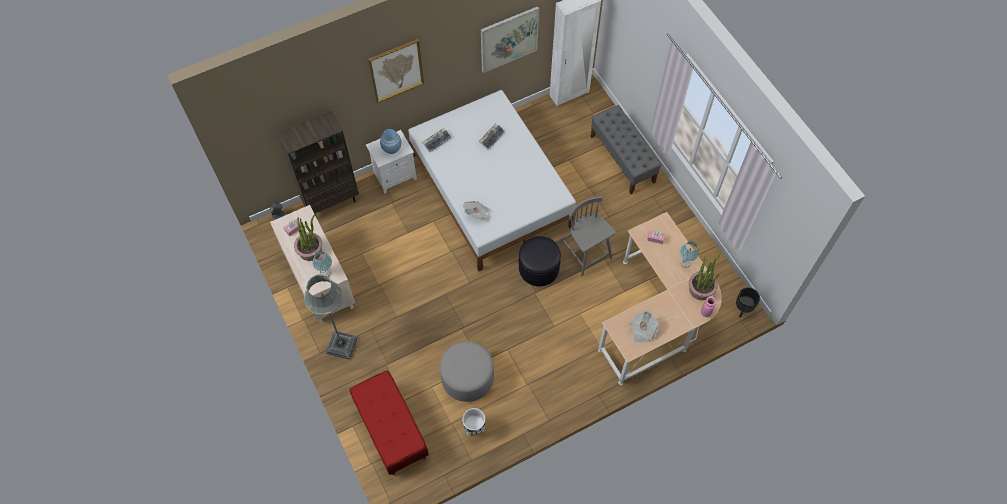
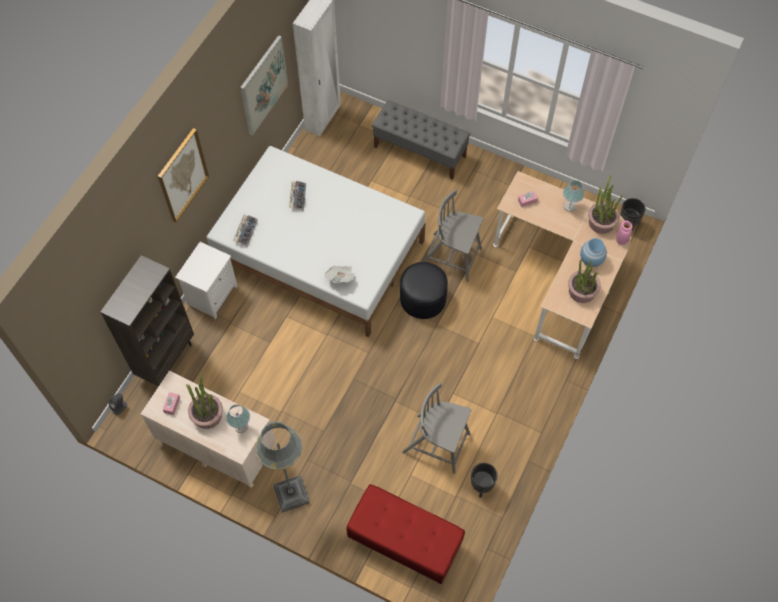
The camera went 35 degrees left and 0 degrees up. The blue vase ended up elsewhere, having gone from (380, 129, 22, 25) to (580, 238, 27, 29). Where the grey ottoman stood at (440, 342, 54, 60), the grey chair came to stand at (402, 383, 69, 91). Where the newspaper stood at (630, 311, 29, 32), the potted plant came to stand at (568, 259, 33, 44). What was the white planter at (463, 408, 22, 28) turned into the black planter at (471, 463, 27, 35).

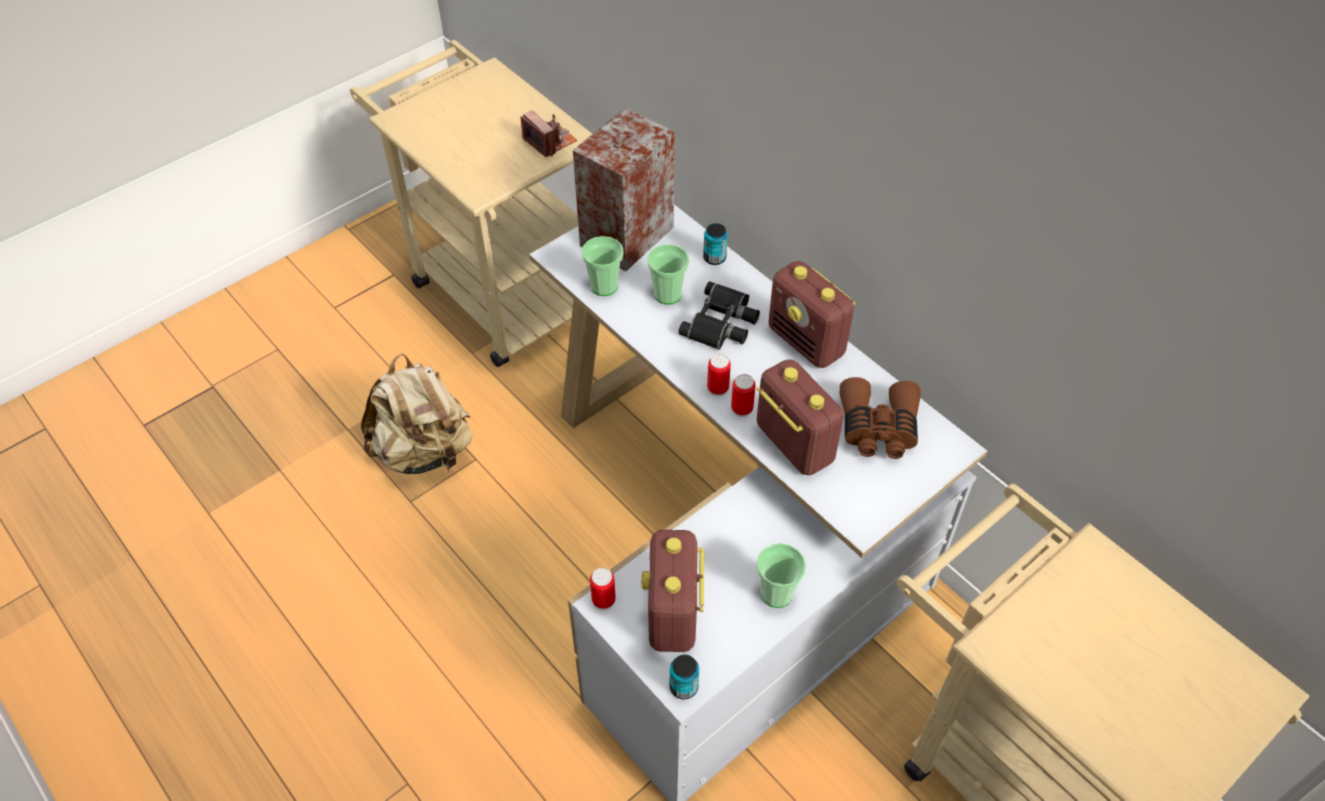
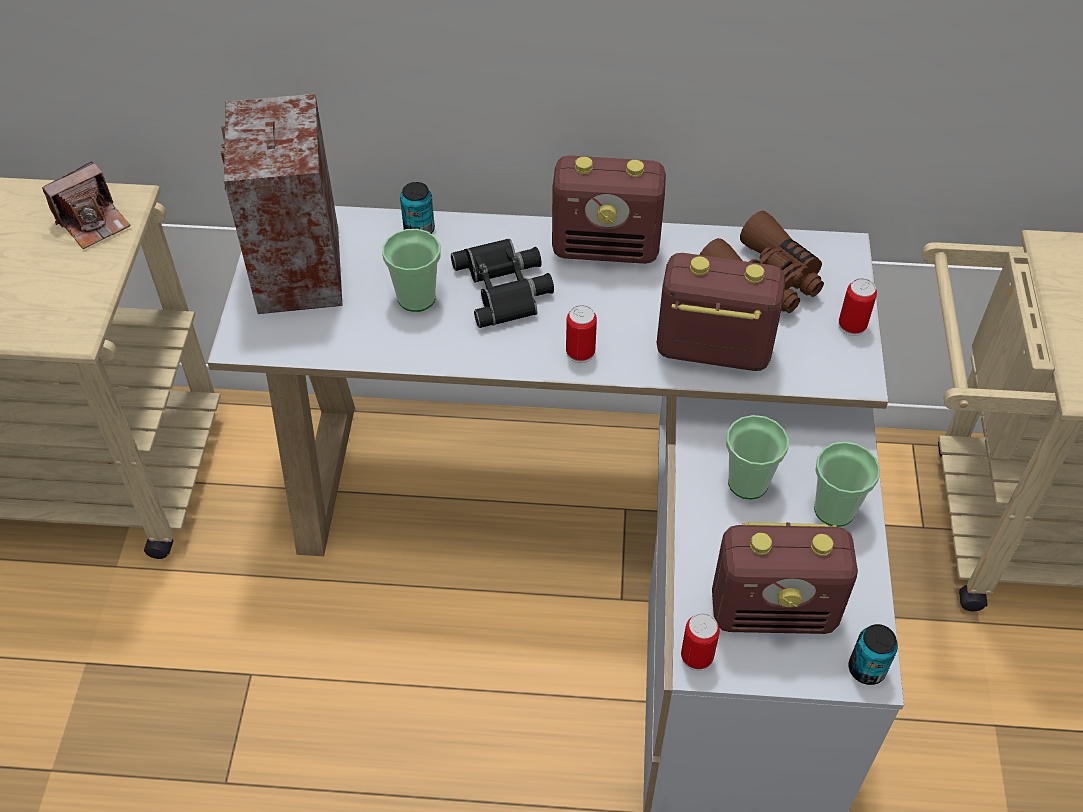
The camera went 45 degrees left and 0 degrees up. The second view lost the beige backpack at (361, 353, 111, 121). The cup ended up elsewhere, having gone from (581, 236, 42, 60) to (726, 415, 63, 84). The can ended up elsewhere, having gone from (731, 374, 25, 43) to (839, 278, 38, 58). The photo camera at (521, 110, 56, 47) ended up facing another way, 135 degrees clockwise from before. The radio at (641, 530, 63, 122) ended up facing another way, 45 degrees counterclockwise from before.

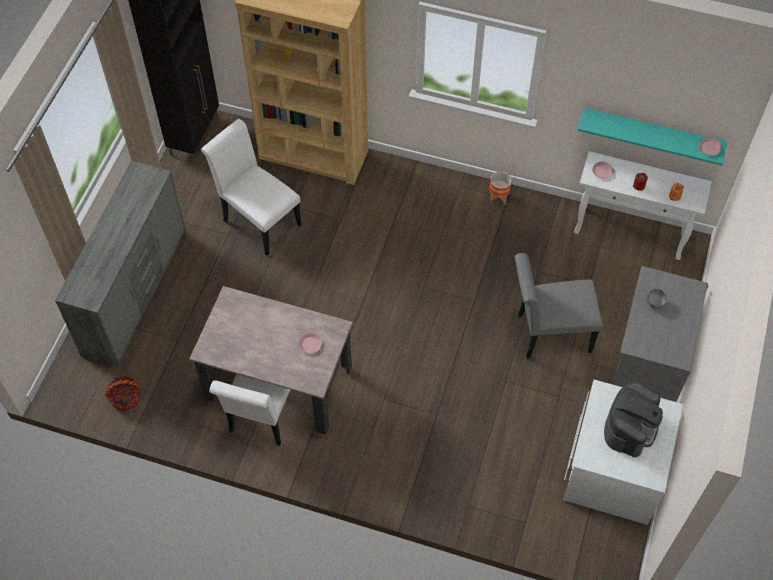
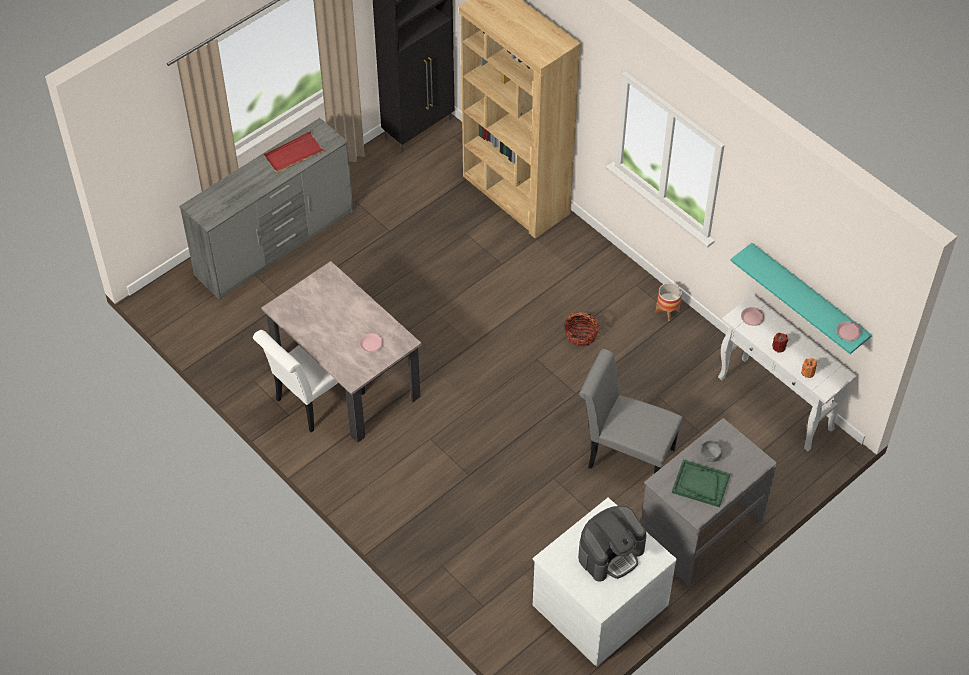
The camera went 30 degrees right and 5 degrees down. The second view lost the white chair at (201, 119, 101, 136). The second view gained the red tray at (264, 131, 61, 42). The second view gained the green tray at (672, 460, 58, 47). The basket ended up elsewhere, having gone from (105, 376, 36, 35) to (565, 312, 35, 34).

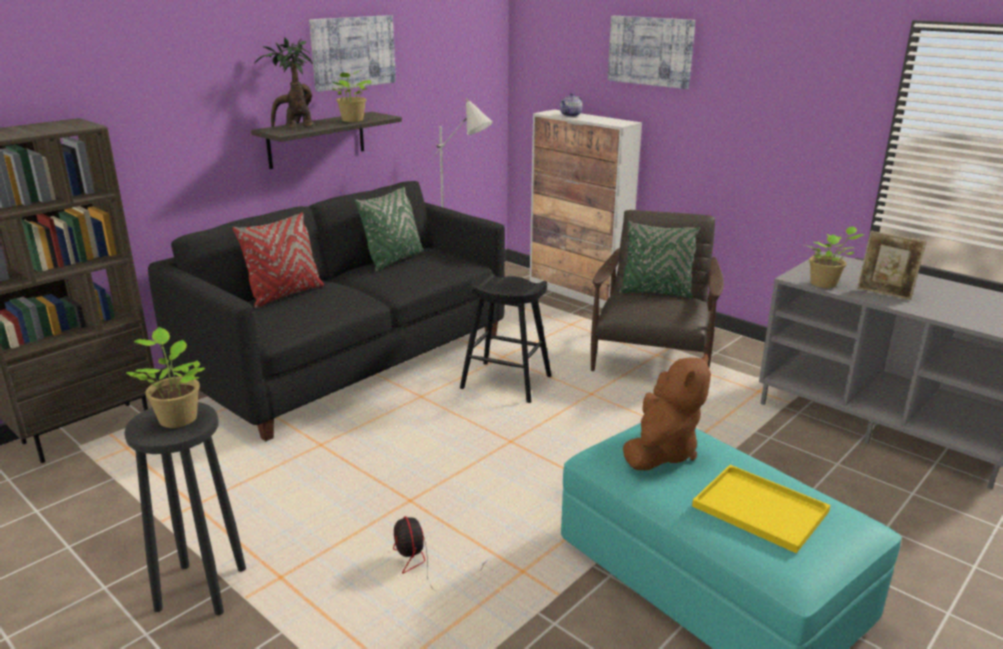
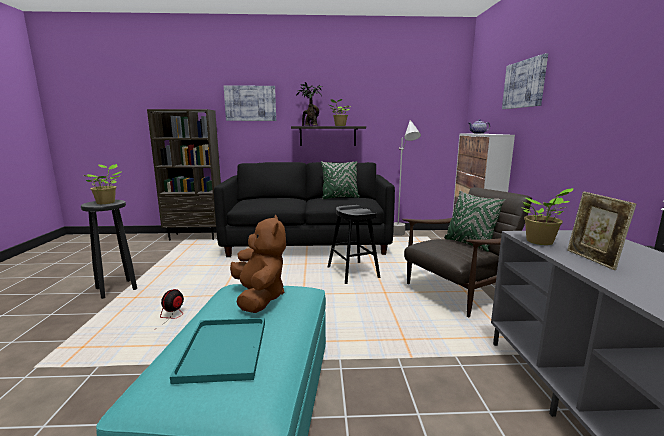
The camera went 45 degrees right and 10 degrees down. The second view lost the red pillow at (233, 212, 91, 96). The picture ended up elsewhere, having gone from (309, 15, 87, 77) to (224, 85, 52, 36). What was the yellow tray at (692, 465, 139, 88) turned into the turquoise tray at (170, 318, 95, 66). The brown plush toy at (623, 354, 88, 116) ended up facing another way, 90 degrees counterclockwise from before.

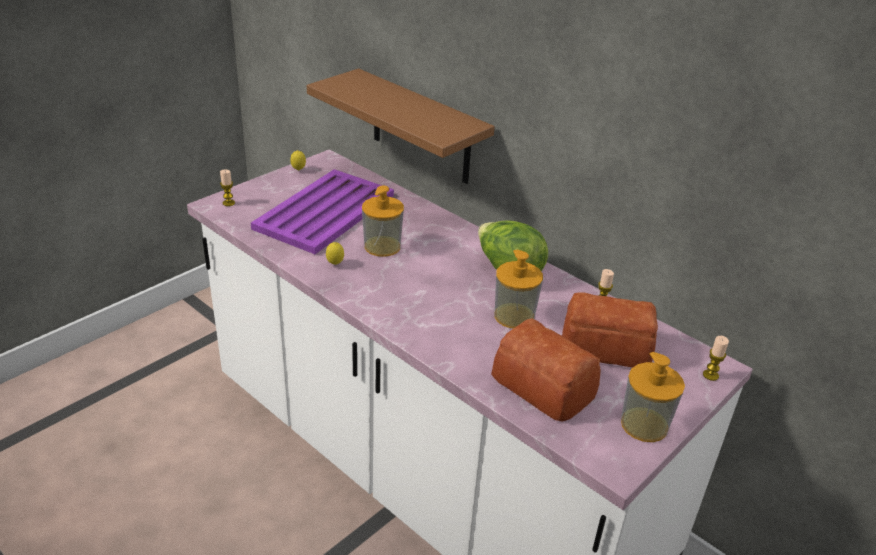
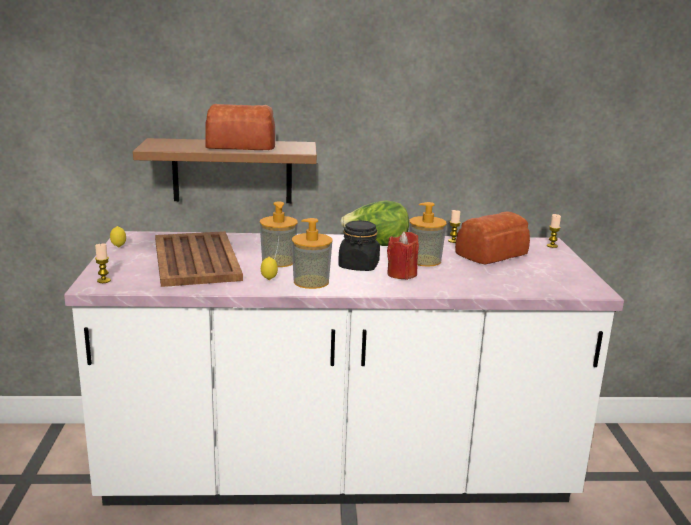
The camera went 45 degrees left and 15 degrees down. The second view gained the black jar at (338, 220, 42, 51). The second view gained the red candle at (387, 231, 32, 49). The bread ended up elsewhere, having gone from (491, 318, 110, 104) to (205, 104, 70, 46). The soap dispenser ended up elsewhere, having gone from (621, 352, 64, 90) to (292, 218, 40, 71). What was the purple tray at (251, 169, 143, 85) turned into the brown tray at (155, 231, 88, 56).

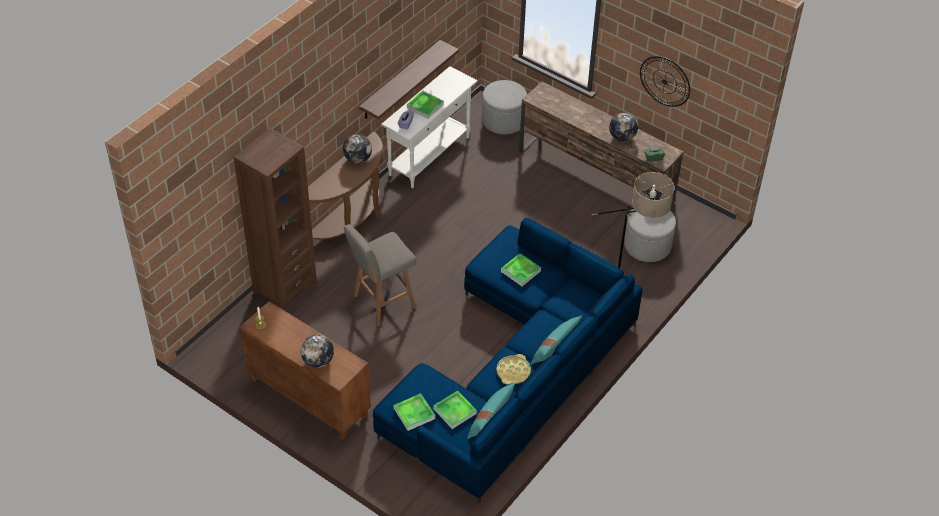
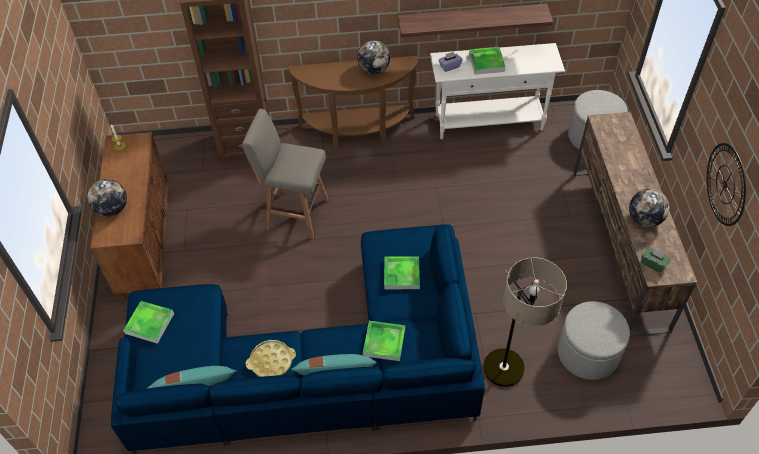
The camera went 50 degrees right and 5 degrees up. The tray ended up elsewhere, having gone from (433, 391, 44, 38) to (363, 321, 42, 40).

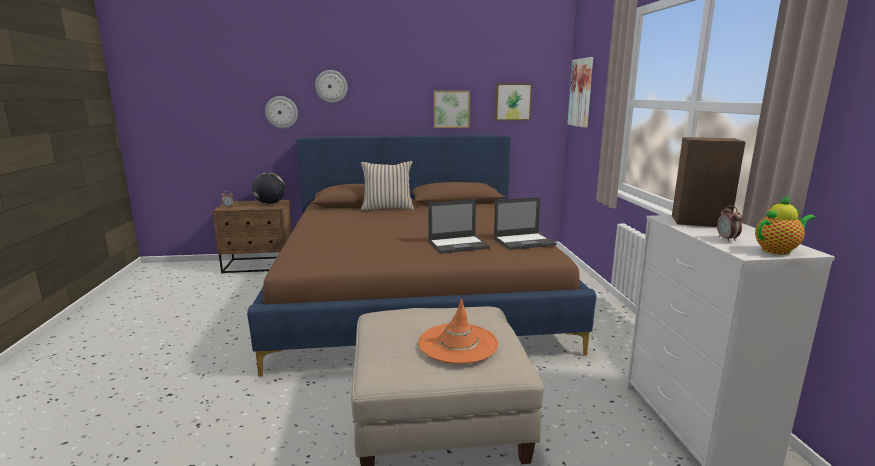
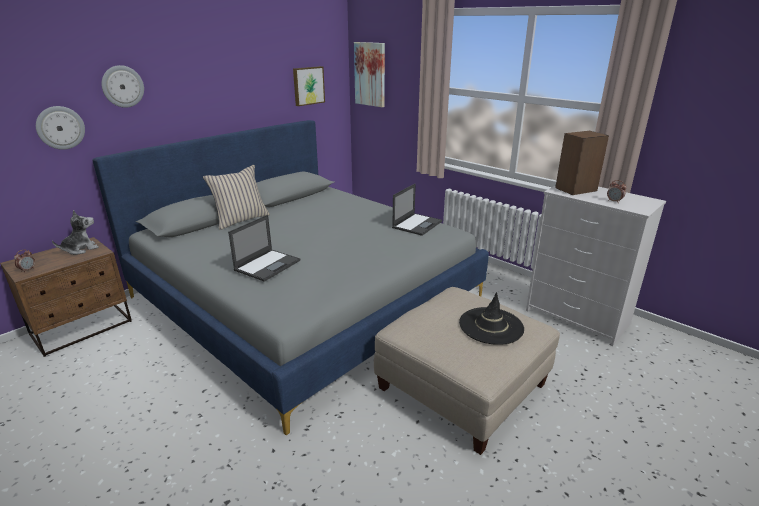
The camera went 40 degrees left and 10 degrees up. The second view lost the picture at (434, 91, 36, 37). The second view lost the teapot at (755, 196, 60, 59). The laptop ended up elsewhere, having gone from (428, 199, 62, 55) to (228, 215, 72, 67). Where the globe stood at (252, 172, 34, 32), the plush toy came to stand at (52, 210, 47, 45). What was the brown bed at (247, 135, 349, 242) turned into the grey bed at (92, 120, 397, 315). What was the orange hat at (418, 299, 80, 65) turned into the black hat at (459, 292, 65, 53).

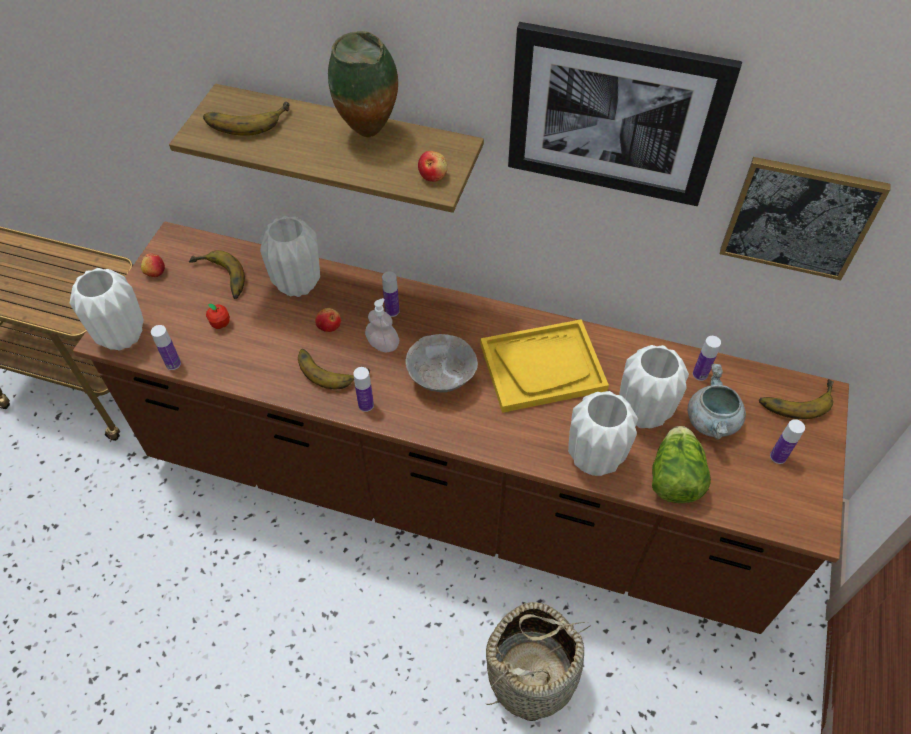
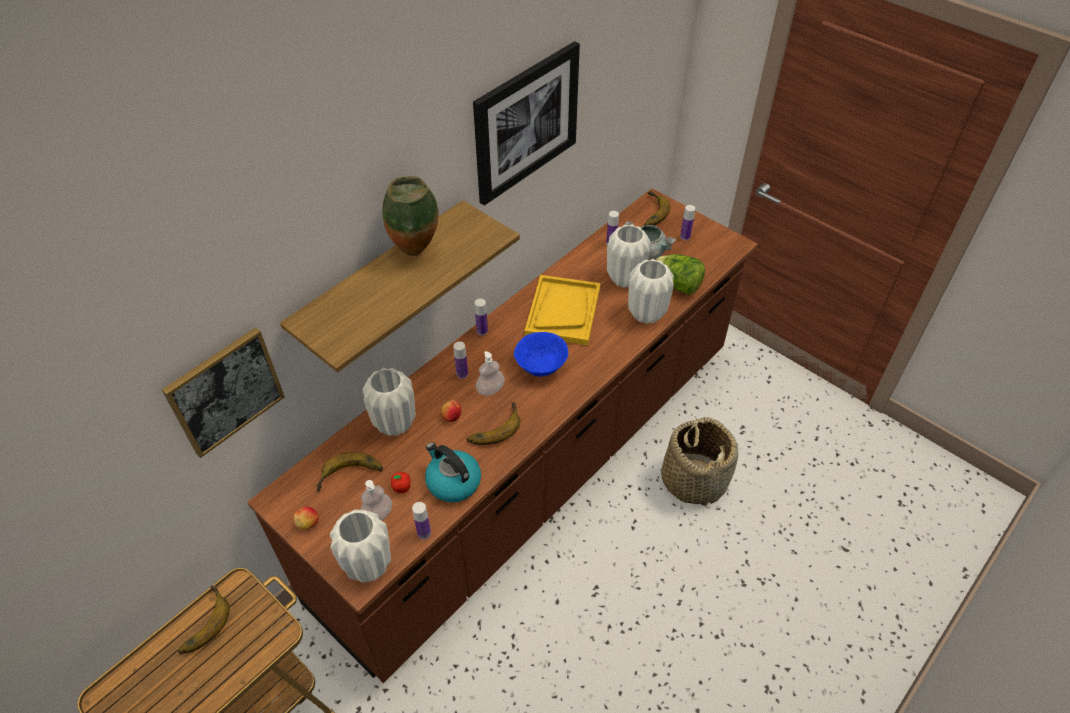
The camera went 65 degrees left and 5 degrees down. The second view lost the apple at (418, 151, 30, 31). The second view gained the soap dispenser at (360, 480, 32, 40). The second view gained the kettle at (425, 442, 56, 60). The banana ended up elsewhere, having gone from (203, 101, 87, 35) to (178, 586, 52, 68). The bottle ended up elsewhere, having gone from (353, 367, 21, 45) to (475, 299, 13, 36). The picture ended up elsewhere, having gone from (720, 157, 171, 123) to (162, 328, 123, 130). What was the grey bowl at (405, 334, 73, 58) turned into the blue bowl at (514, 332, 54, 45).

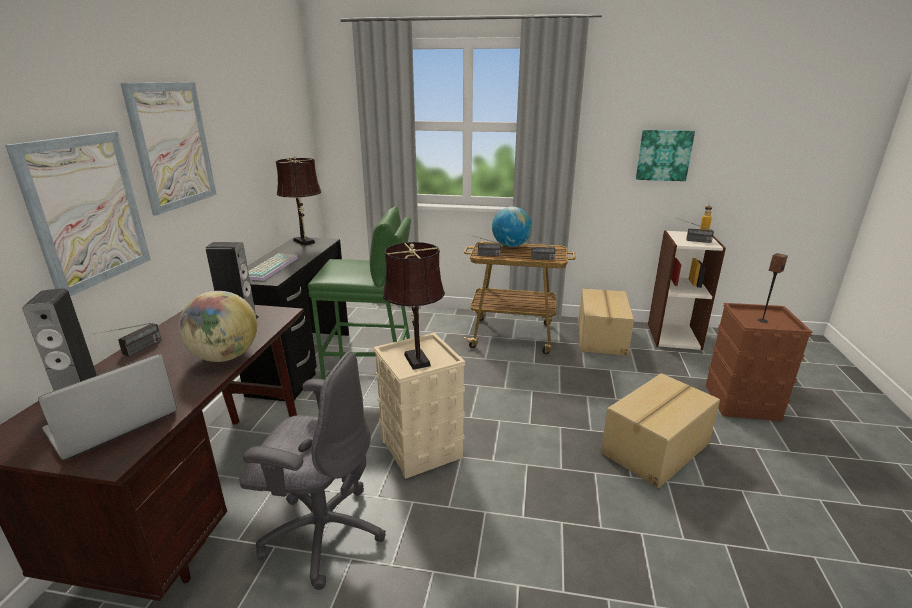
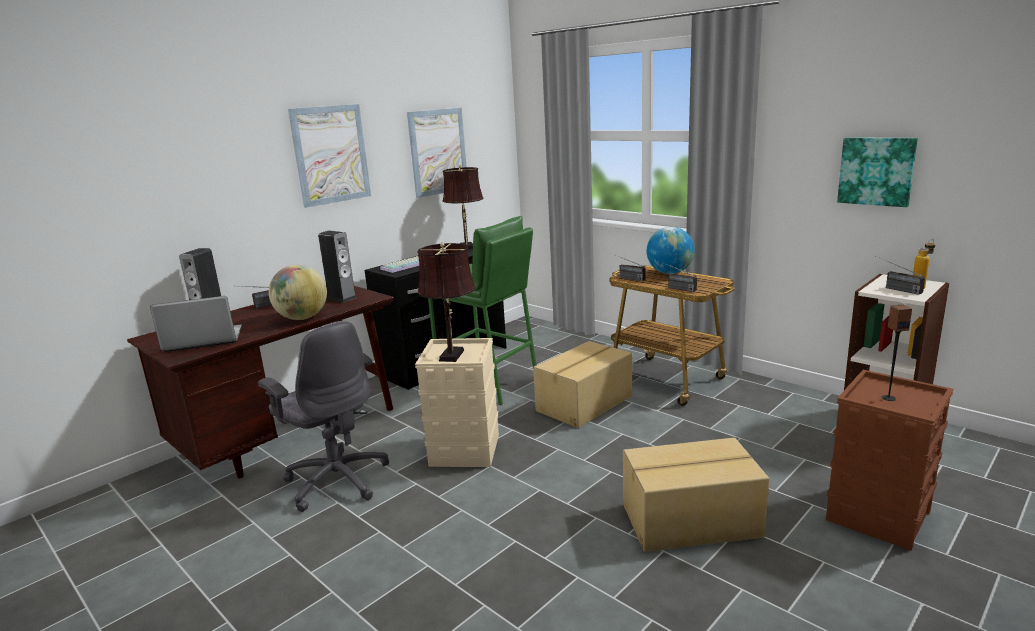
The camera went 35 degrees right and 5 degrees down. The picture ended up elsewhere, having gone from (5, 131, 146, 165) to (407, 108, 60, 90). The cardboard box ended up elsewhere, having gone from (579, 288, 55, 68) to (533, 341, 99, 87).

